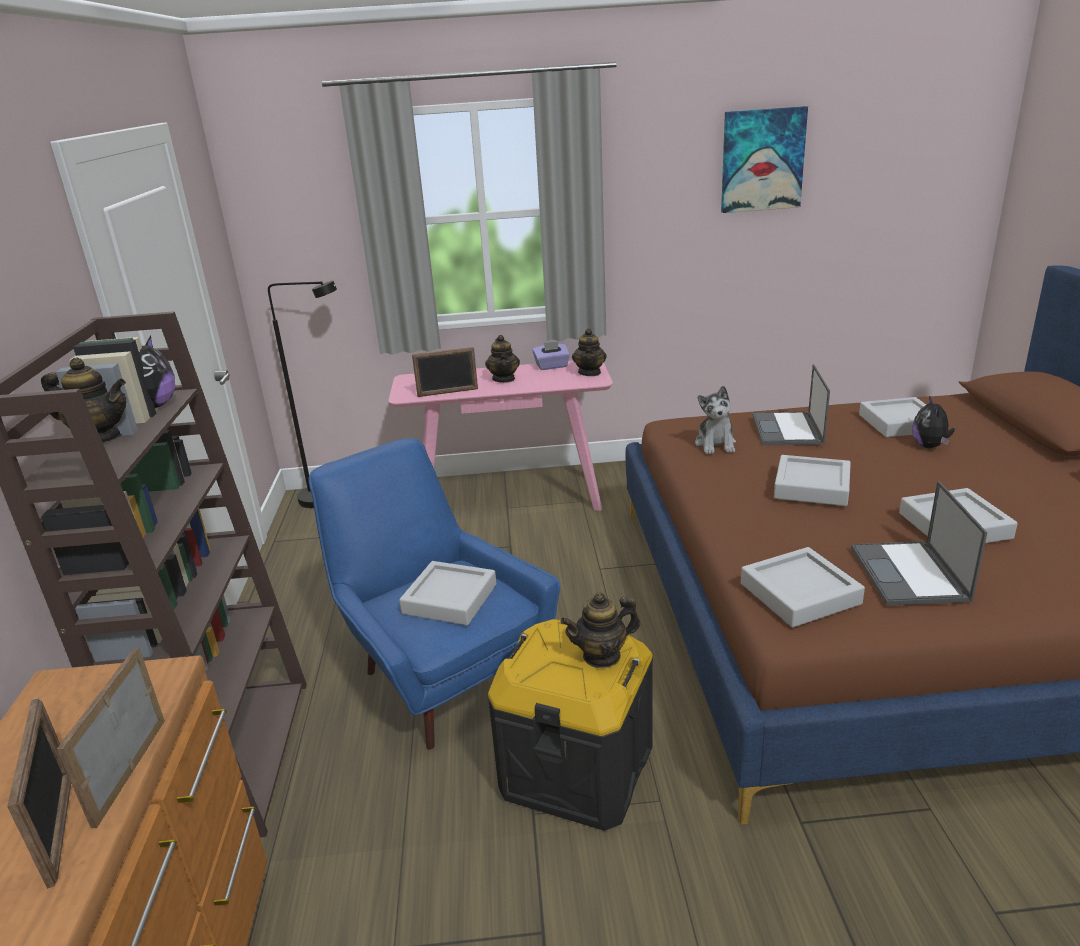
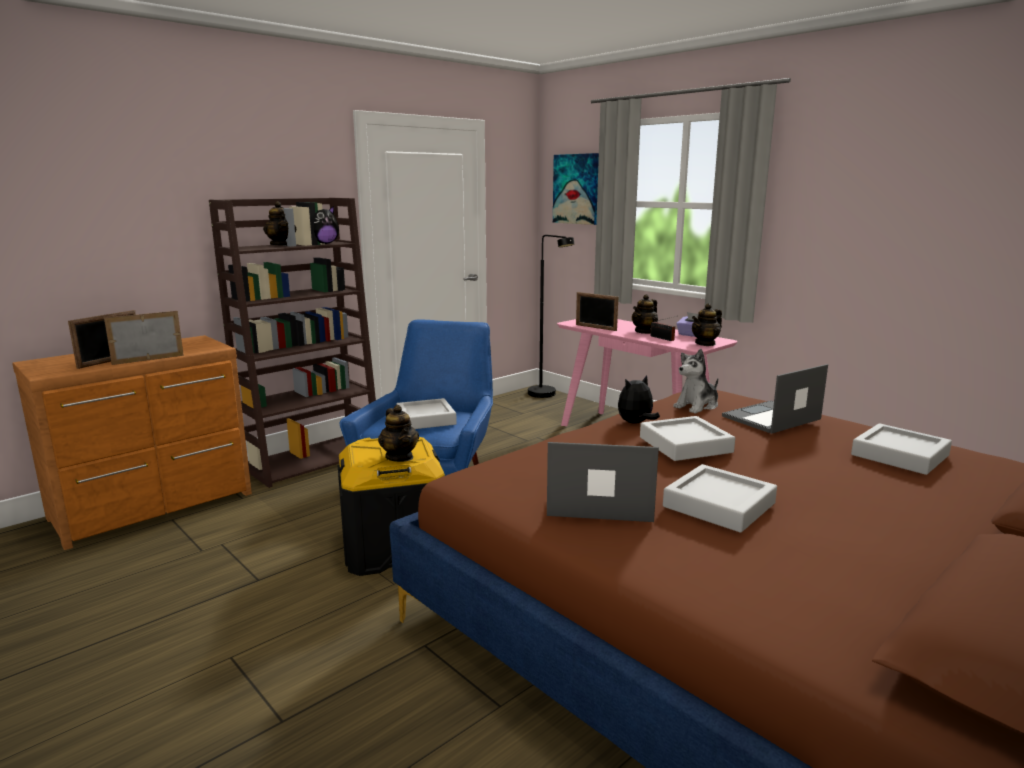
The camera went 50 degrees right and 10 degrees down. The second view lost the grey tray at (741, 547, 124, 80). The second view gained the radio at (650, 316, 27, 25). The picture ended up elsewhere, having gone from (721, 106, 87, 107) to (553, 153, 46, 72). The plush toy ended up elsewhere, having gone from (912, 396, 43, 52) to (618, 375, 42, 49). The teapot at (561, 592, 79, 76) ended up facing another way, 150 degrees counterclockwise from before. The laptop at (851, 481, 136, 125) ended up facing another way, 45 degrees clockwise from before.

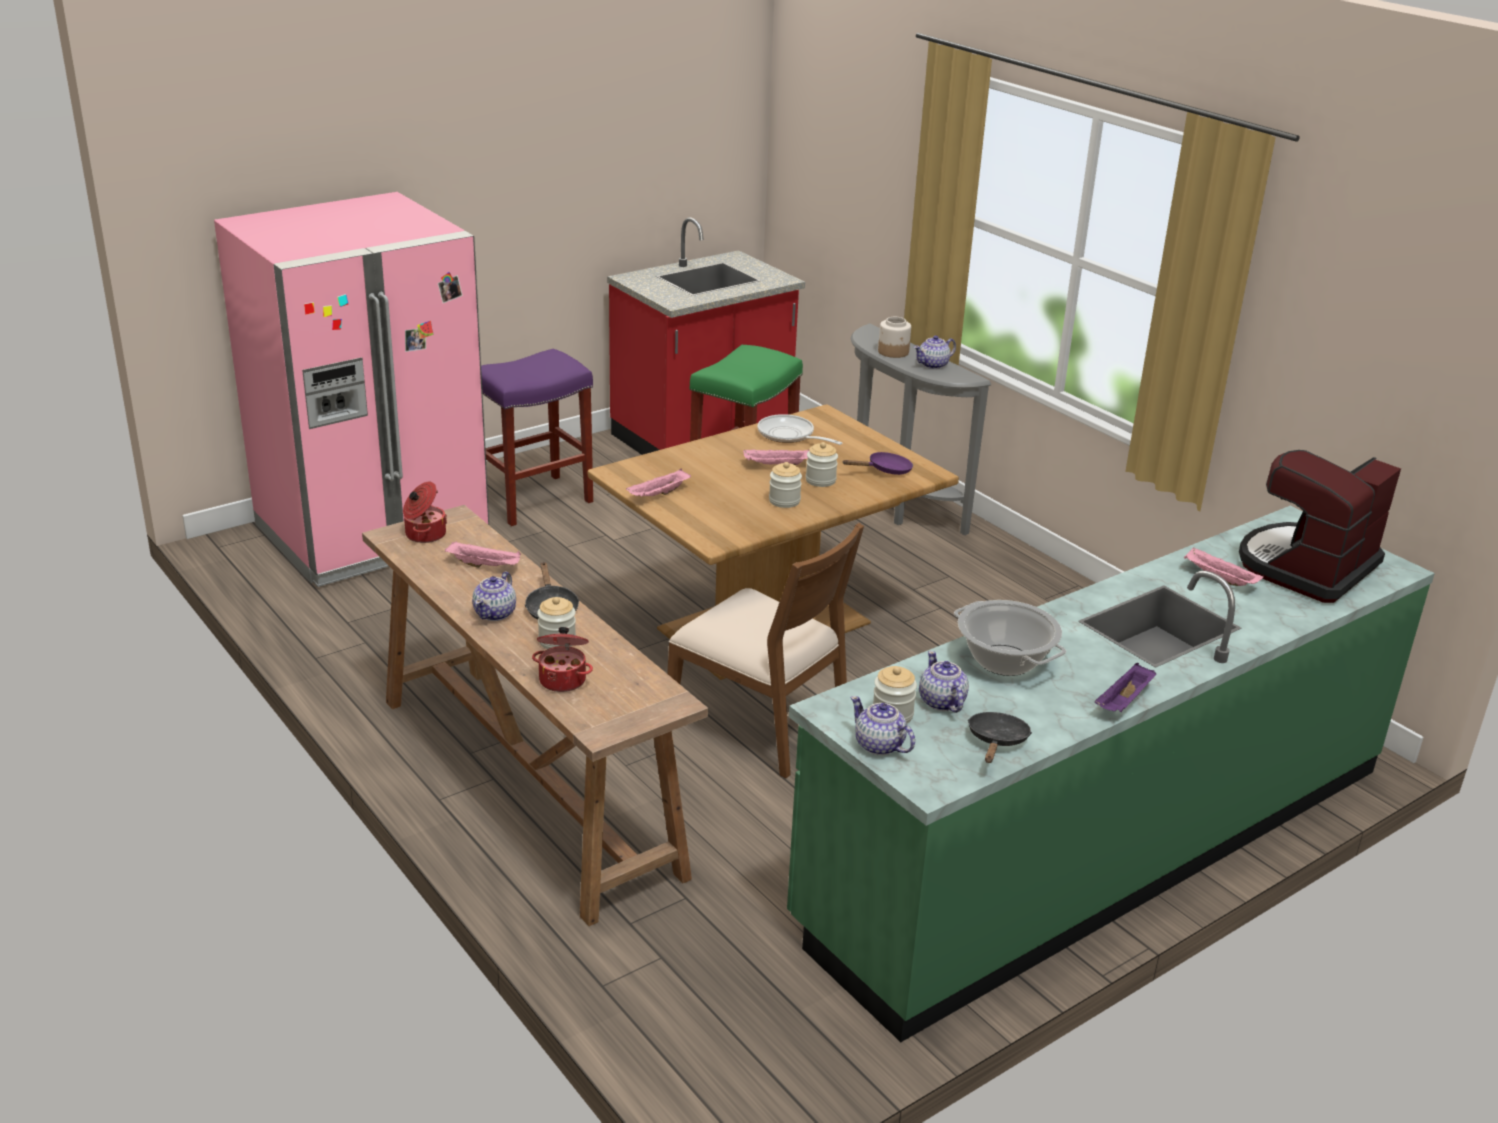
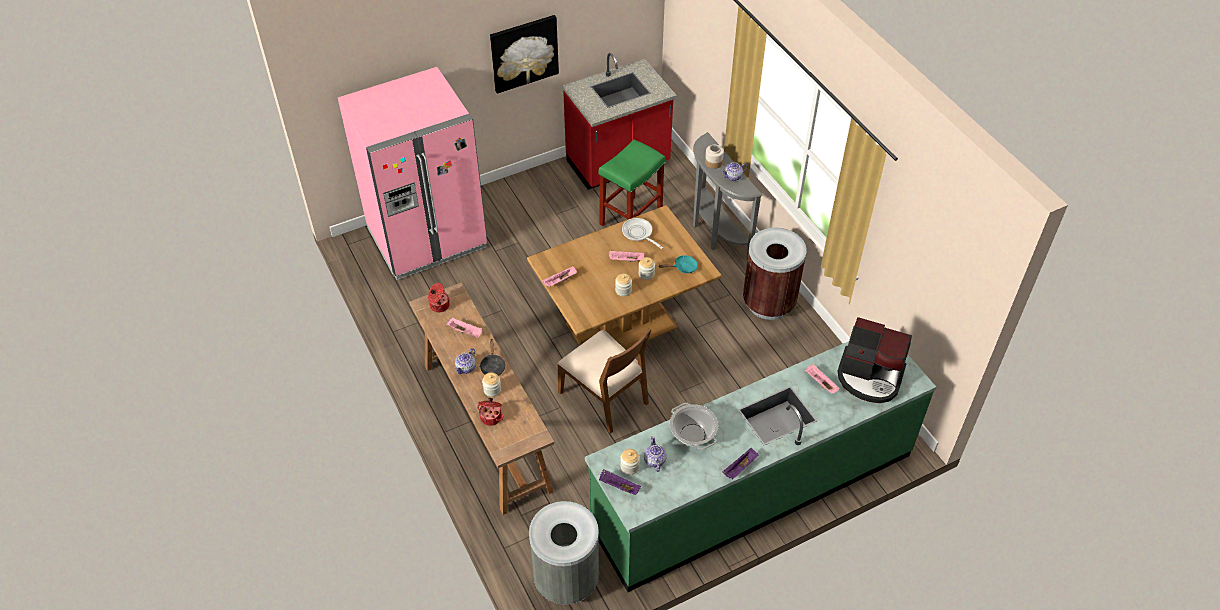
The camera went 10 degrees right and 20 degrees up. The second view lost the purple stool at (481, 349, 112, 177). The second view lost the black frying pan at (968, 712, 64, 51). The second view gained the picture at (490, 15, 69, 79). The second view gained the grey trash can at (529, 501, 70, 104). The second view gained the brown trash can at (743, 228, 64, 92). Where the teapot stood at (850, 696, 65, 59), the purple tray came to stand at (599, 469, 42, 26). What was the purple frying pan at (842, 452, 71, 23) turned into the turquoise frying pan at (658, 255, 40, 18). The coffee machine at (1239, 450, 162, 153) ended up facing another way, 120 degrees counterclockwise from before.

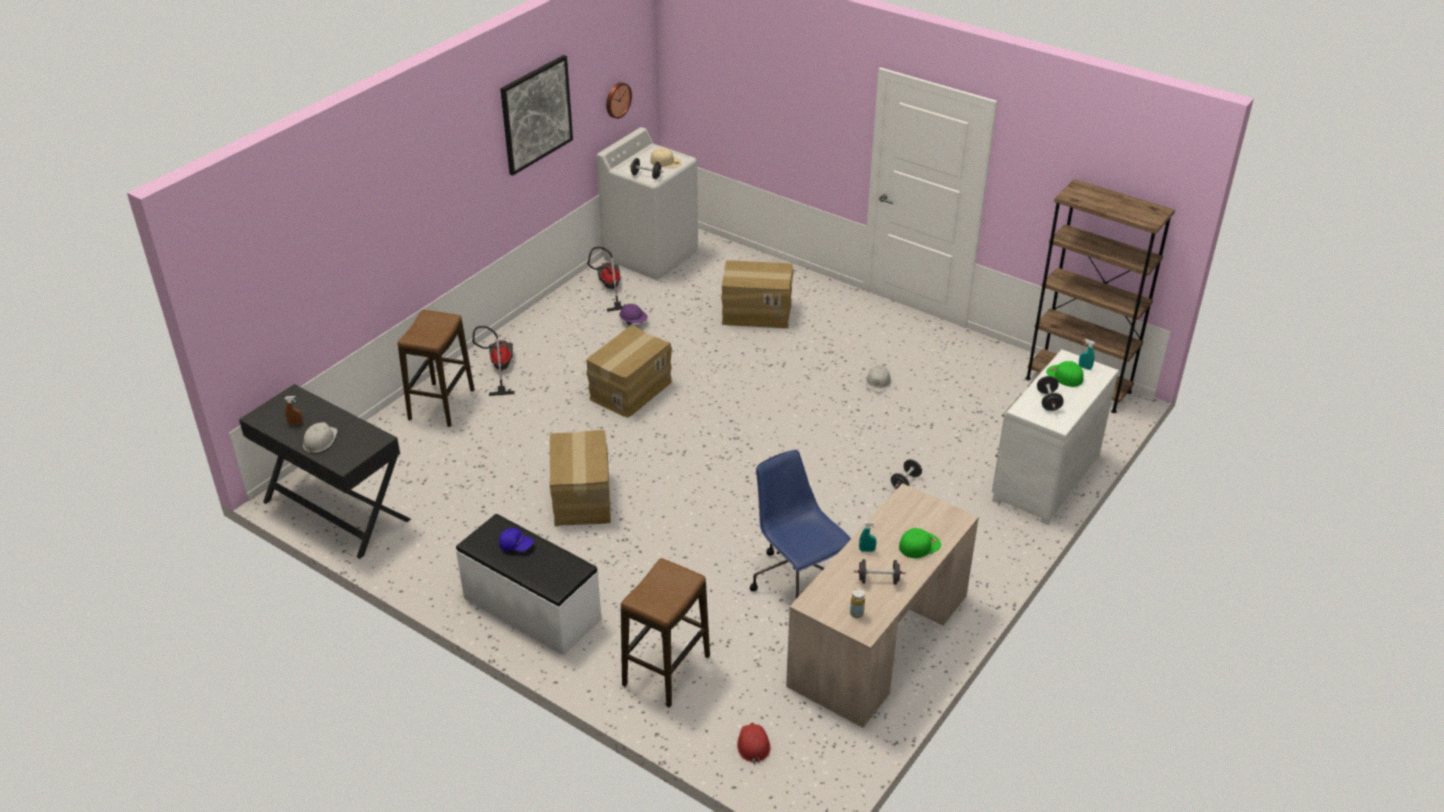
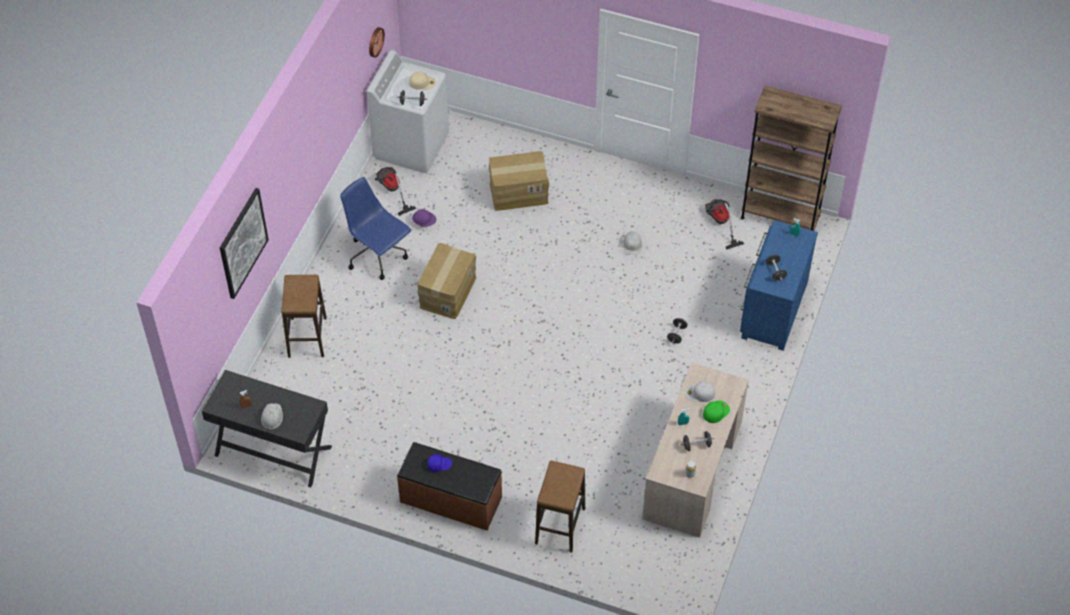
The camera went 15 degrees left and 15 degrees up. The second view lost the cardboard box at (550, 430, 61, 96). The second view lost the red hard hat at (737, 723, 34, 41). The second view lost the green cap at (1046, 361, 38, 26). The second view gained the white cap at (685, 381, 30, 21). The vacuum cleaner ended up elsewhere, having gone from (472, 326, 43, 70) to (705, 199, 39, 51). The picture ended up elsewhere, having gone from (500, 55, 73, 121) to (220, 188, 49, 111). The blue office chair ended up elsewhere, having gone from (750, 450, 101, 149) to (340, 177, 72, 103). What was the white bench at (456, 514, 145, 142) turned into the brown bench at (397, 442, 105, 89). What was the white dresser at (992, 350, 127, 175) turned into the blue dresser at (740, 220, 78, 131).

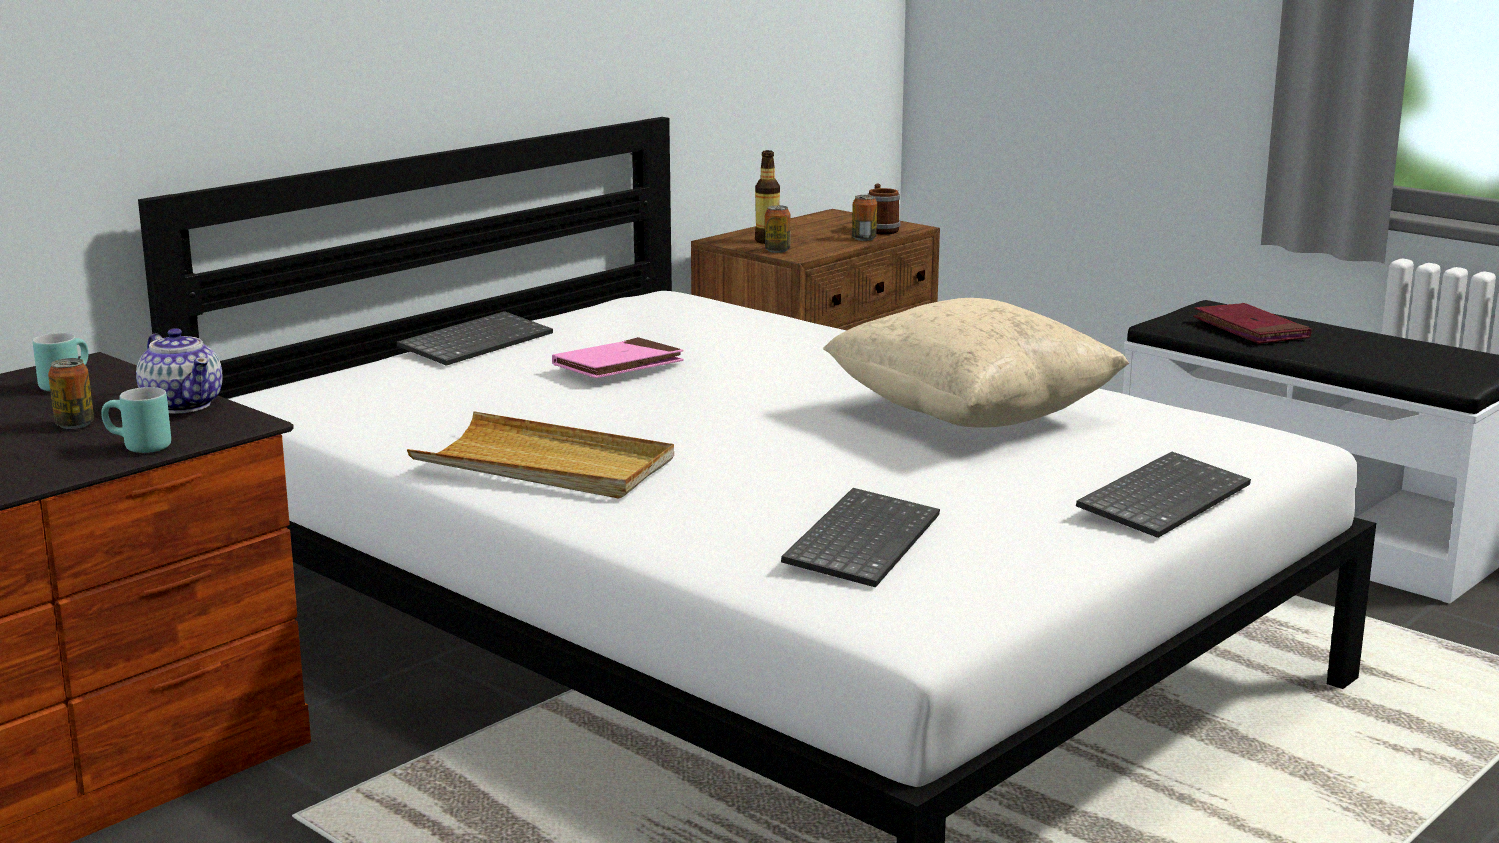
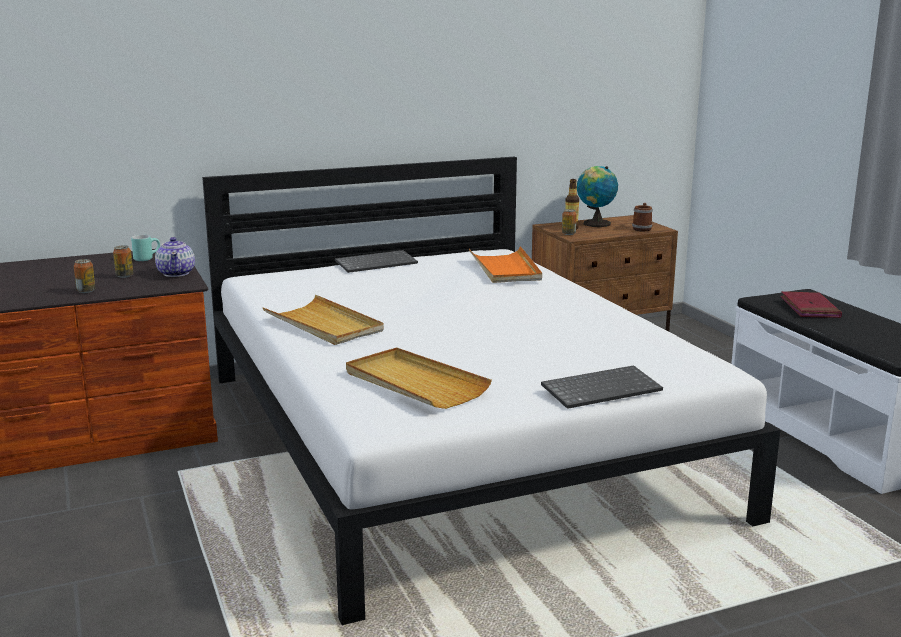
The camera went 25 degrees right and 0 degrees up. The second view lost the turquoise mug at (101, 387, 70, 66). The second view lost the pink book at (552, 337, 132, 41). The second view lost the beige pillow at (823, 298, 306, 130). The second view gained the orange tray at (469, 246, 73, 37). The second view gained the globe at (577, 166, 41, 61). The can ended up elsewhere, having gone from (852, 195, 25, 46) to (74, 259, 21, 34). Where the keyboard stood at (781, 488, 159, 99), the beige tray came to stand at (346, 347, 146, 62).

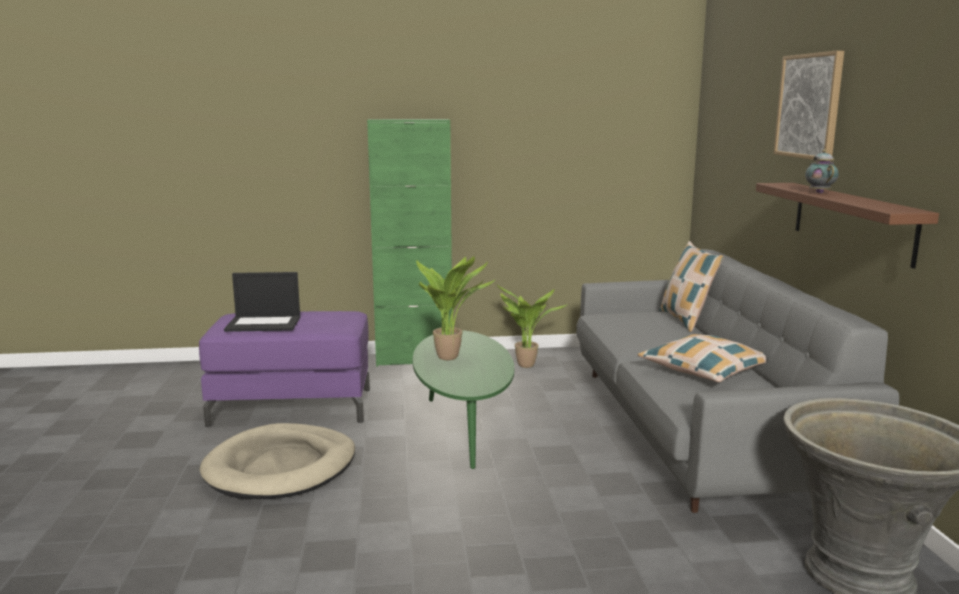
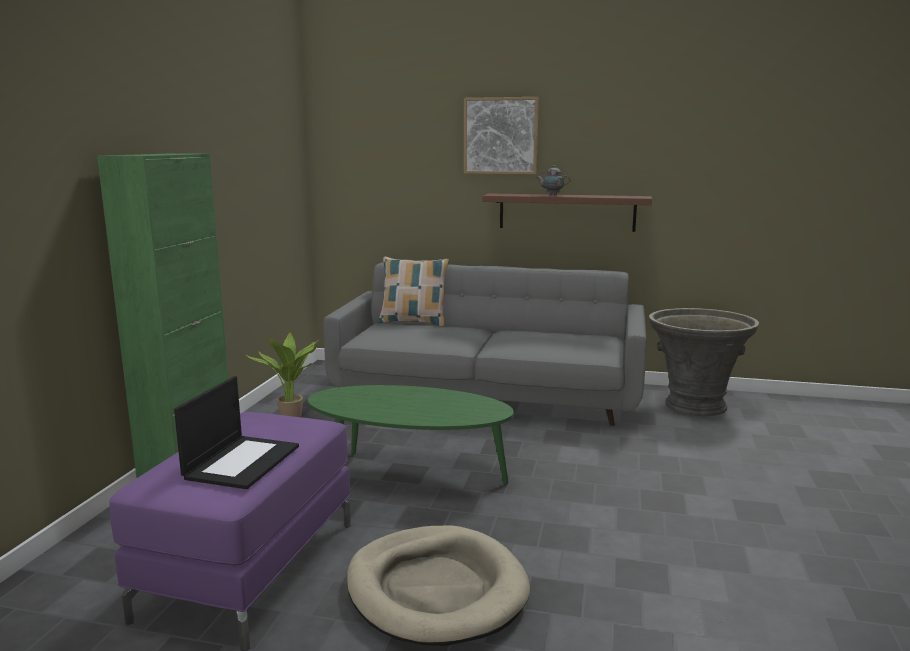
The camera went 70 degrees left and 0 degrees up. The second view lost the potted plant at (416, 256, 80, 104). The second view lost the pillow at (638, 334, 128, 48).

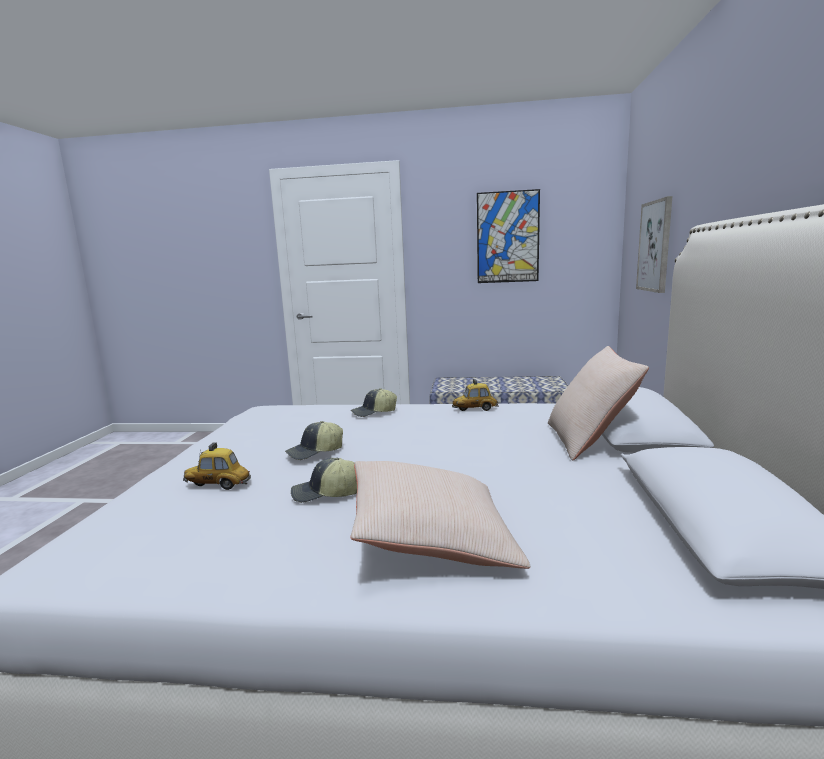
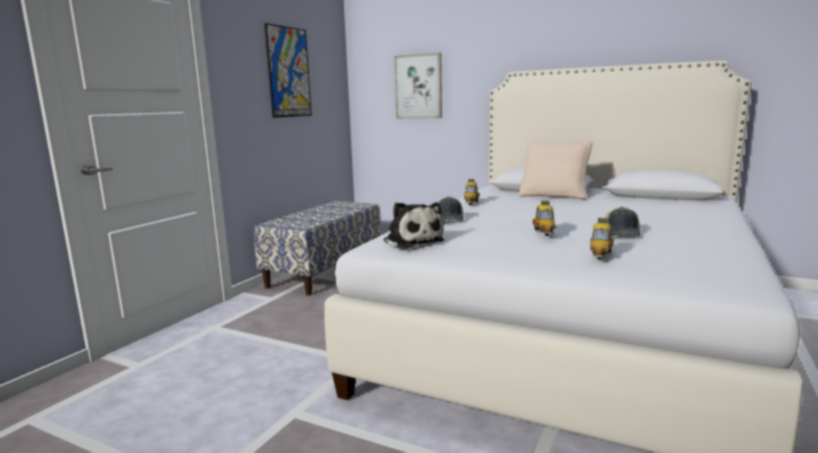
The camera went 70 degrees left and 0 degrees up. The second view lost the beige pillow at (351, 461, 180, 108). The second view gained the plush toy at (383, 202, 62, 47). Where the cap stood at (285, 421, 58, 39), the toy car came to stand at (533, 201, 23, 35).

